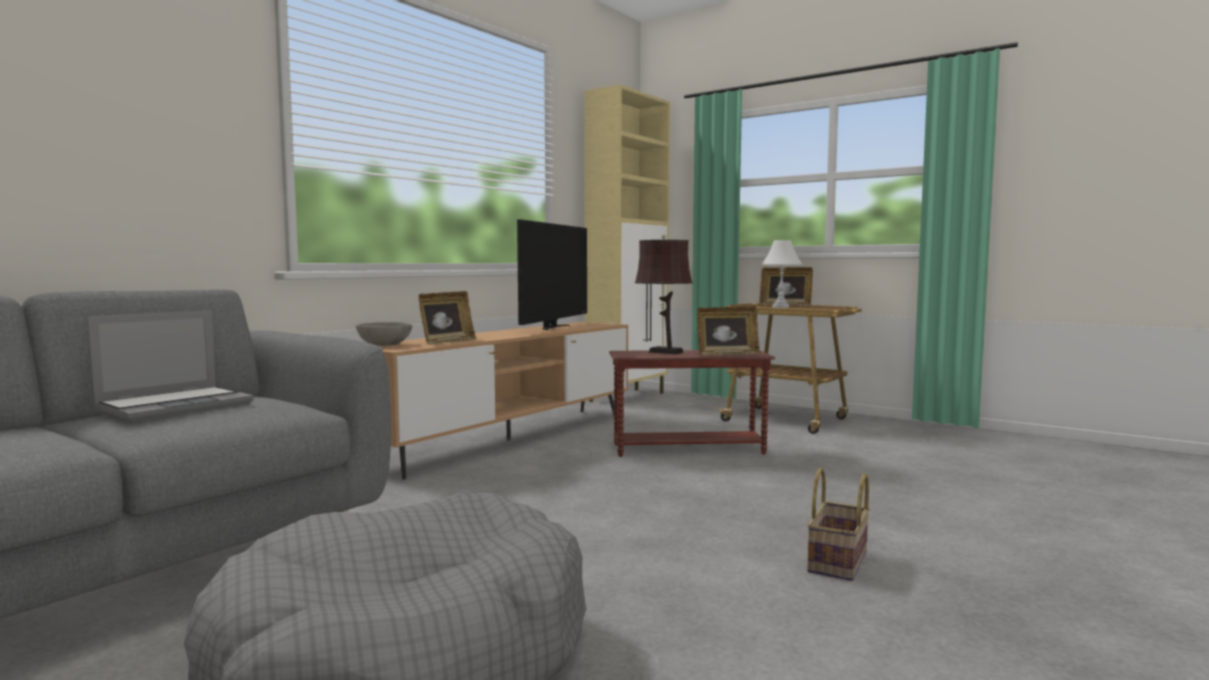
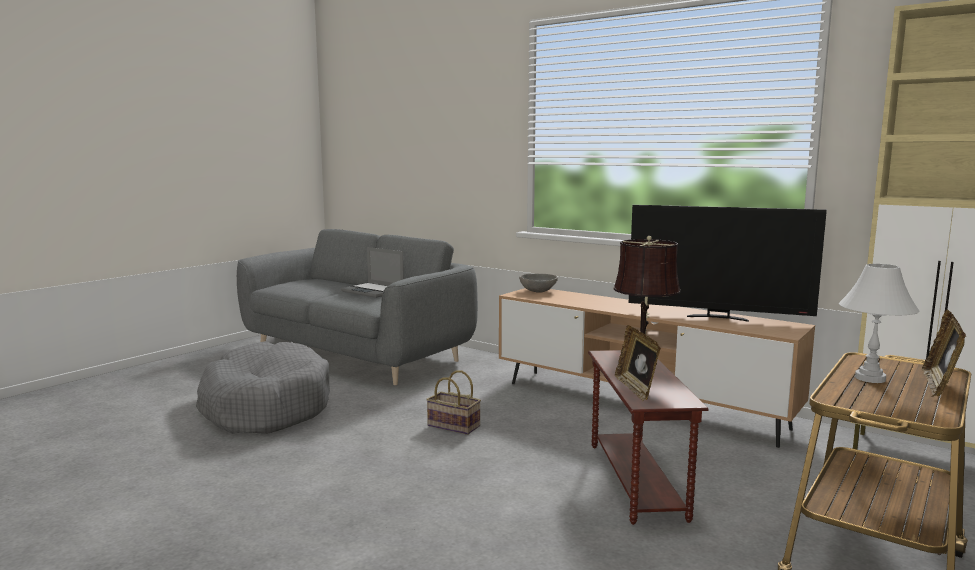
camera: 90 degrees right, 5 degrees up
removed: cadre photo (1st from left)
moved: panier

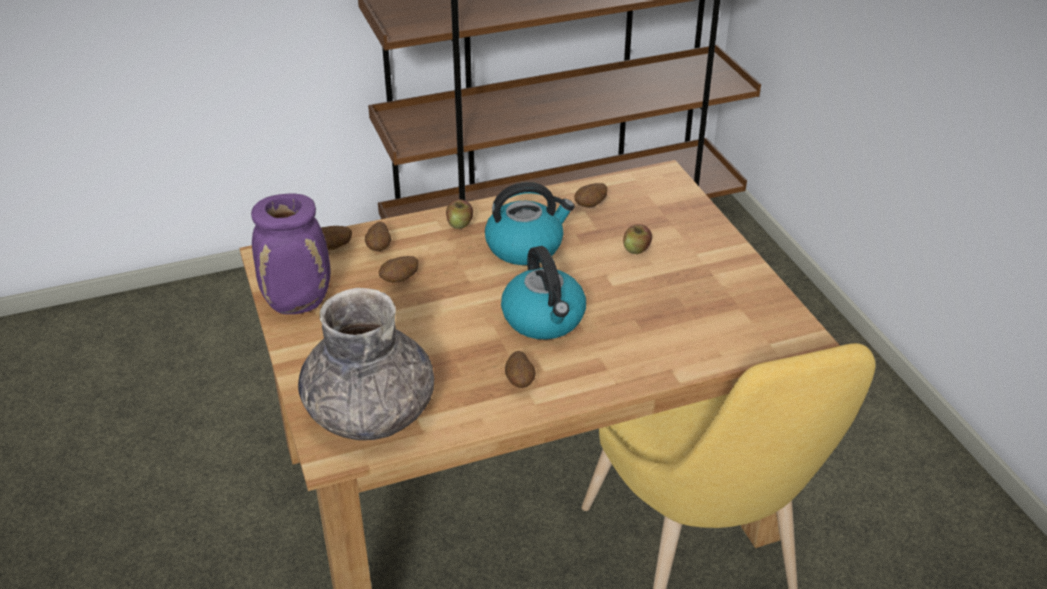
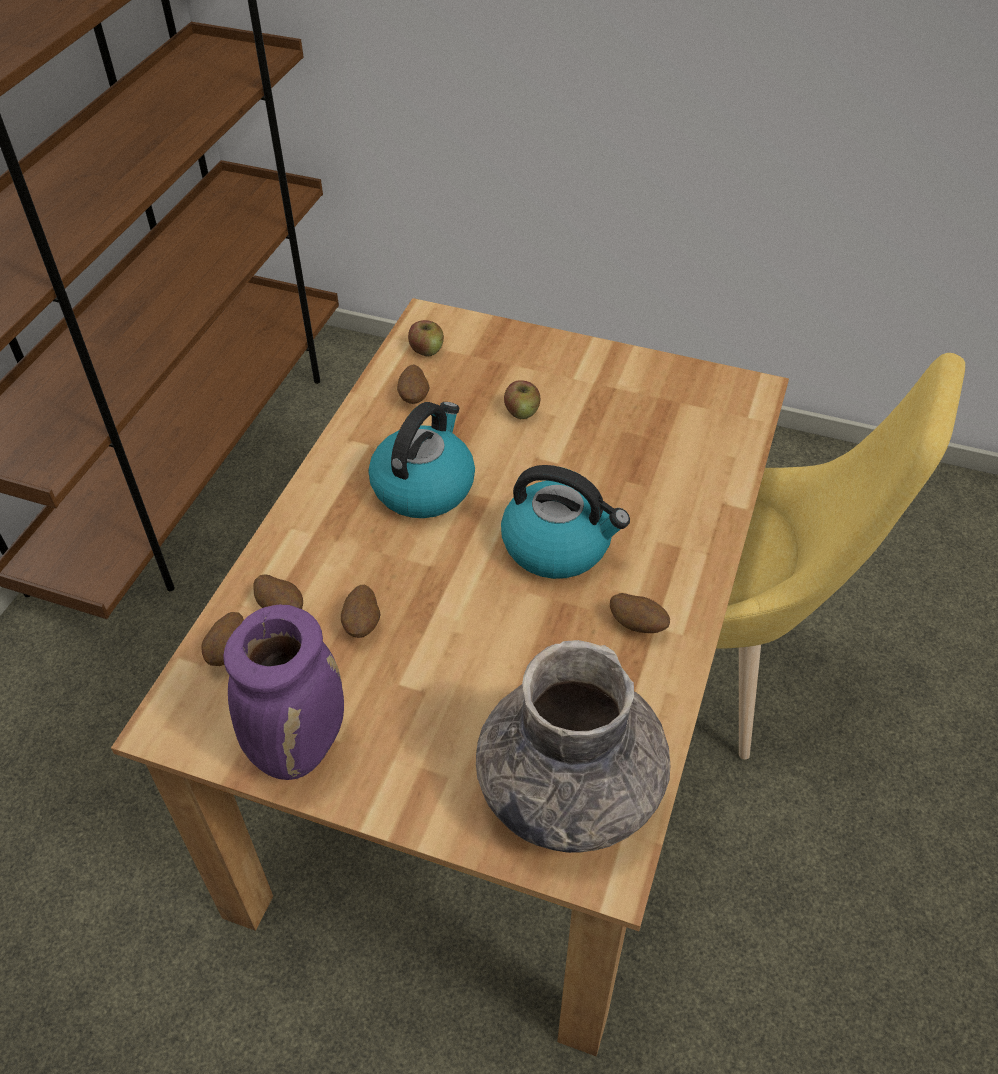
camera: 50 degrees left, 10 degrees up
moved: pomme (1st from left)

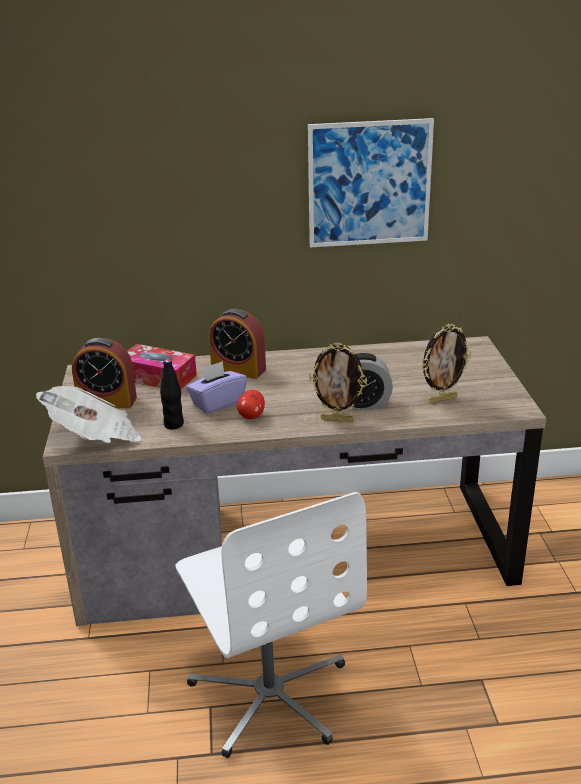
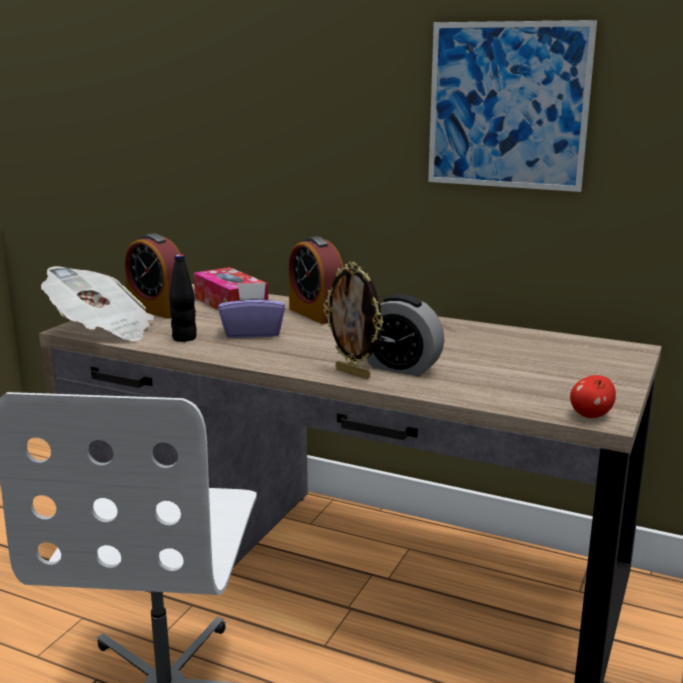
camera: 30 degrees right, 10 degrees down
removed: cadre photo (2nd from left)
moved: pomme

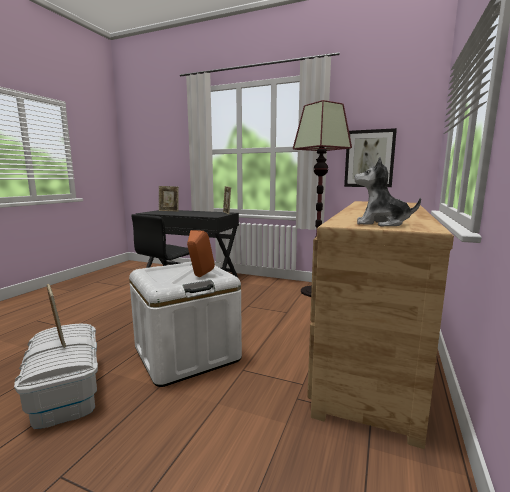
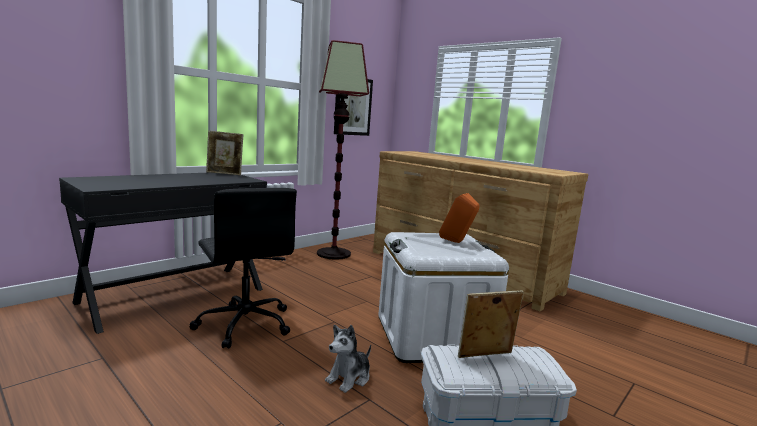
camera: 70 degrees left, 0 degrees up
removed: cadre photo (2nd from left)
moved: peluche

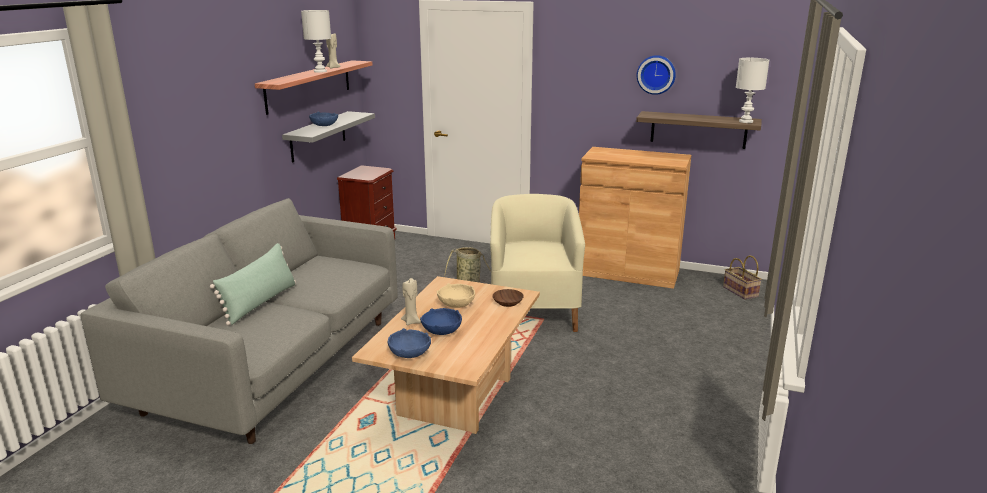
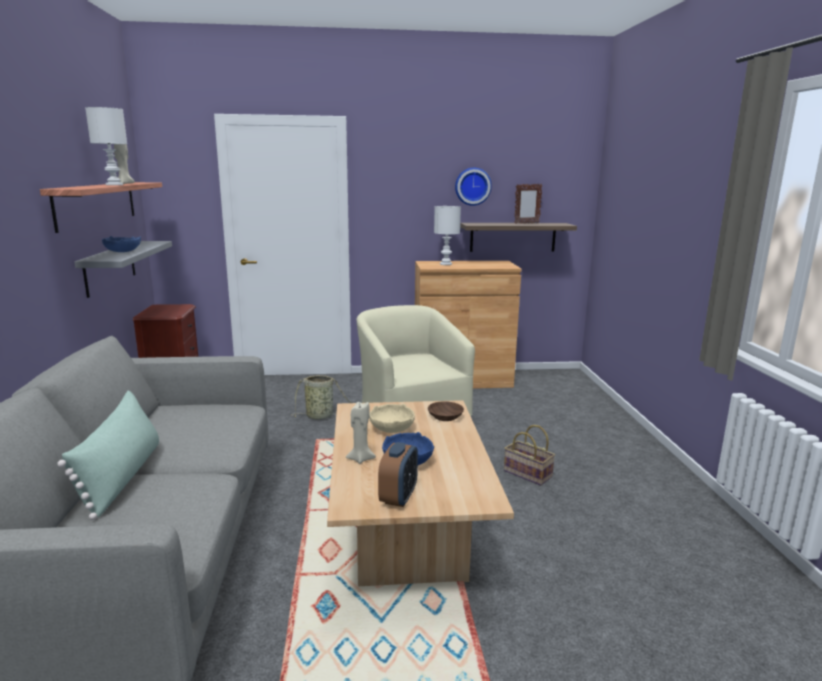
camera: 25 degrees left, 5 degrees down
added: cadre photo
moved: lampe de table/blanc (2nd from left); panier (2nd from left)
replaced: bol/bleu (2nd from left) to réveil

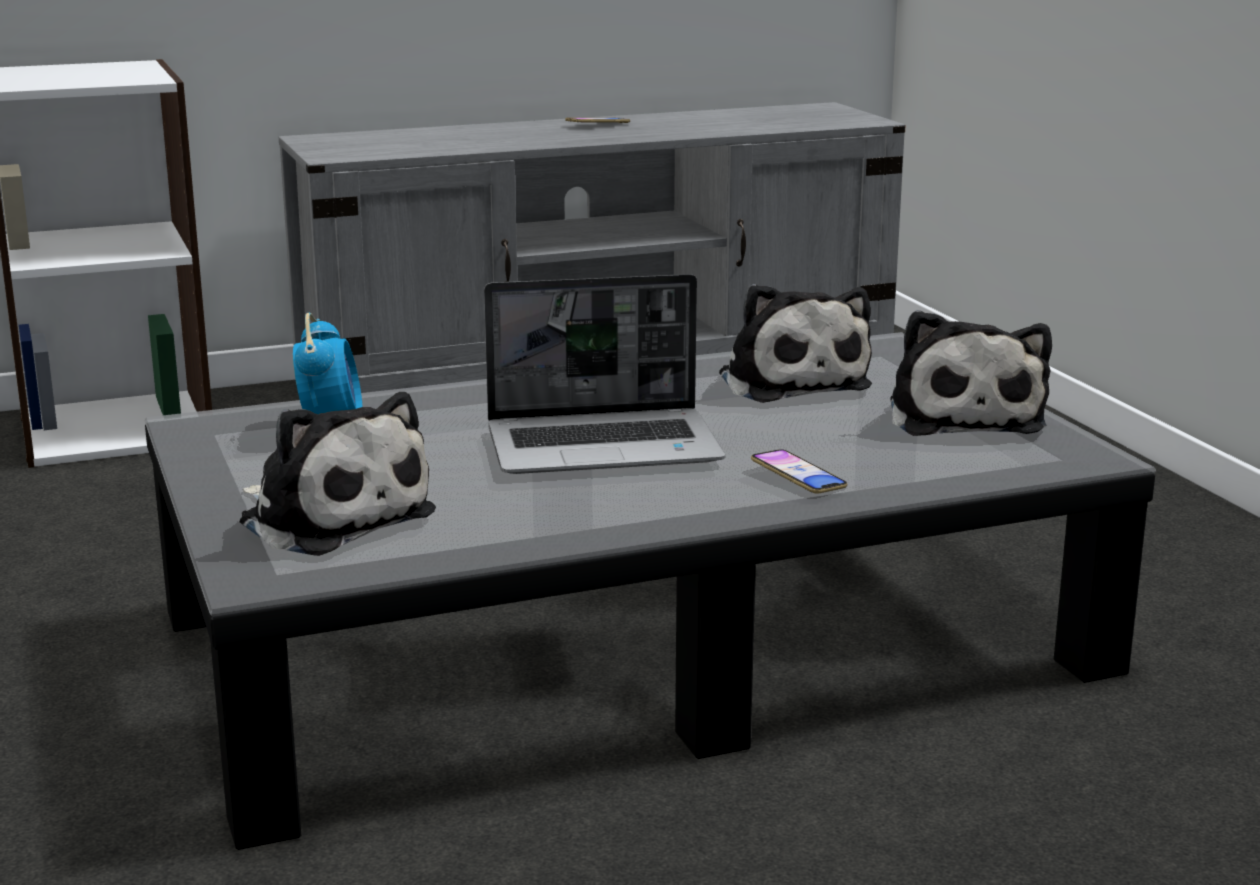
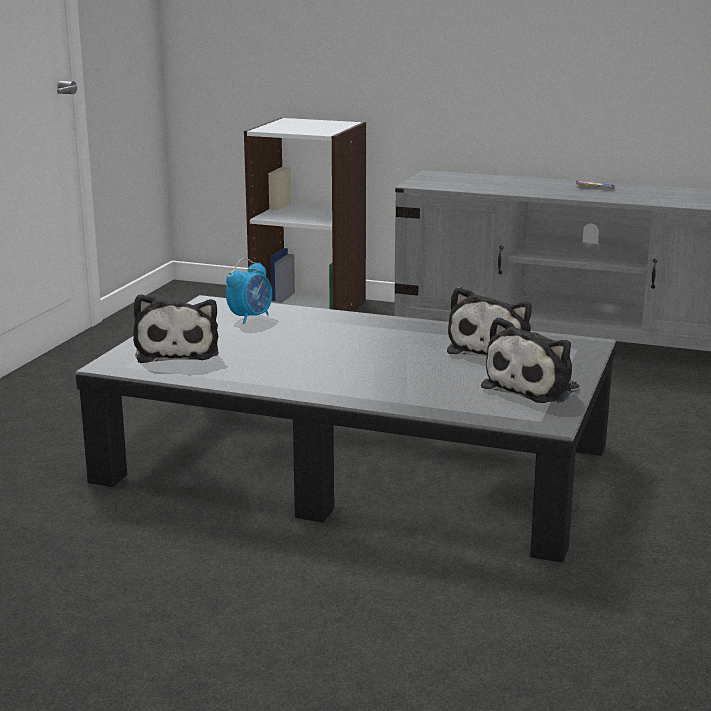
camera: 40 degrees right, 0 degrees up
removed: ordinateur portable; téléphone (2nd from left)

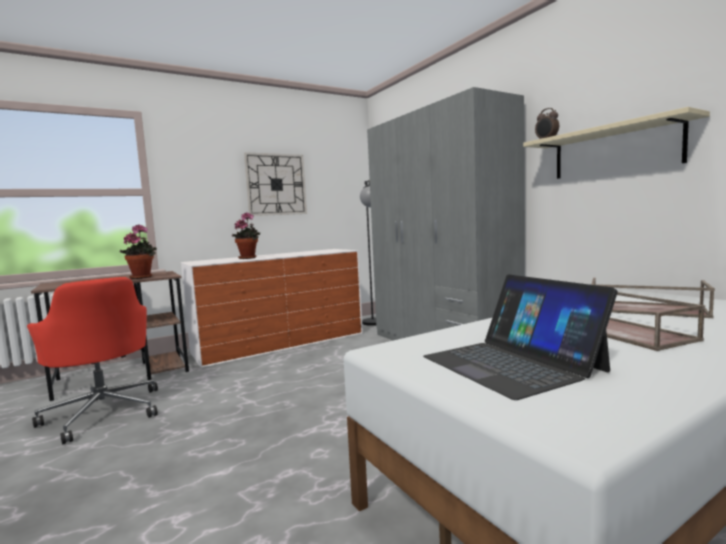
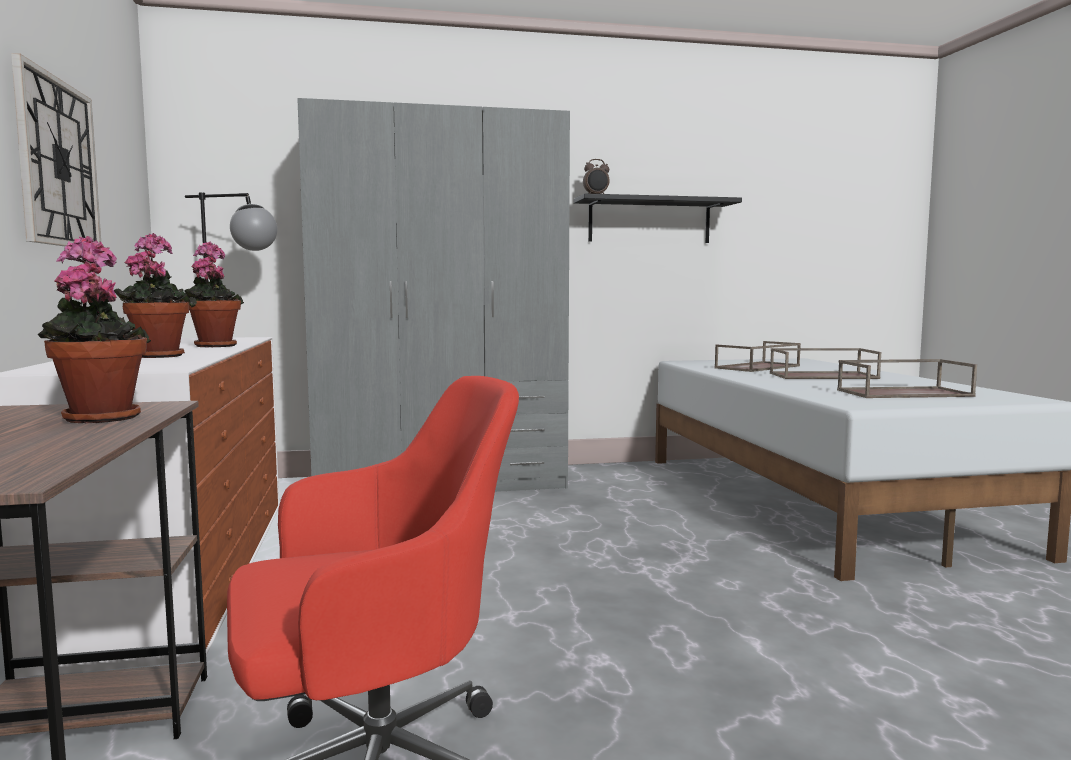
camera: 70 degrees left, 0 degrees up
added: plante en pot (3rd from left)
replaced: ordinateur portable to plateau/marron (3rd from left)
recoloured: étagère/beige to étagère/noir

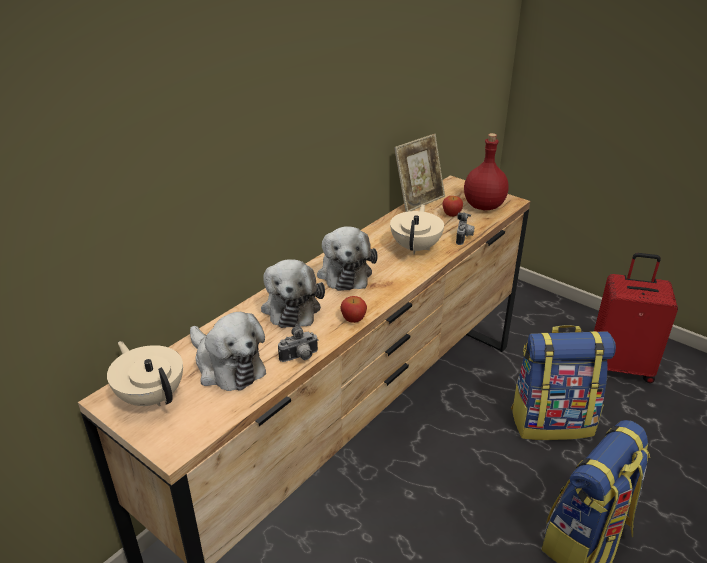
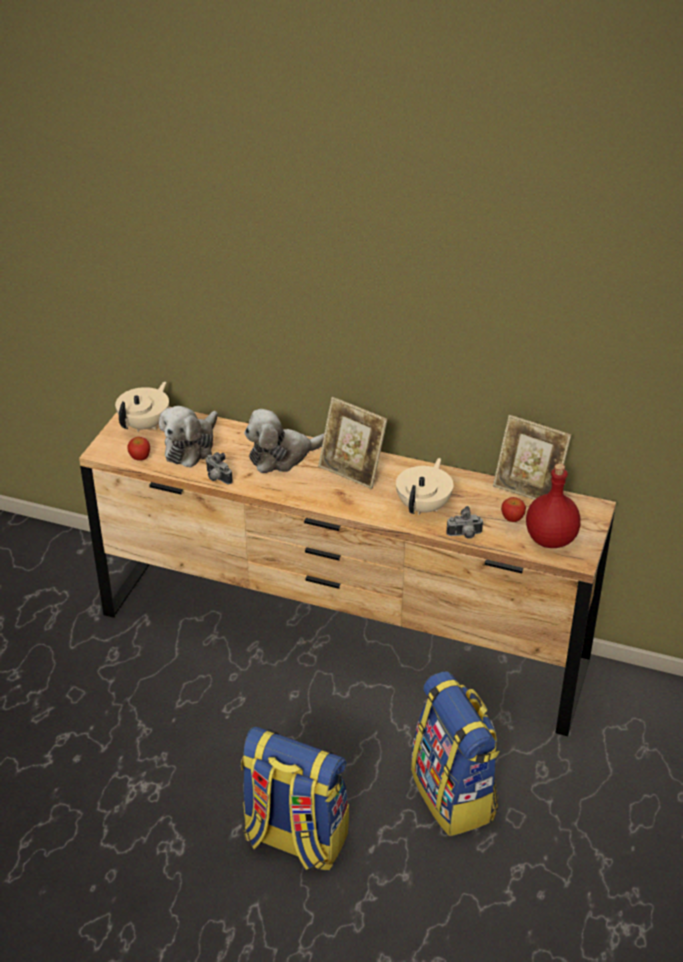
camera: 70 degrees right, 5 degrees up
removed: valise/rouge
moved: pomme (1st from left)
replaced: peluche (3rd from left) to cadre photo (1st from left)
turned: théière/beige (2nd from left) 60 degrees counterclockwise

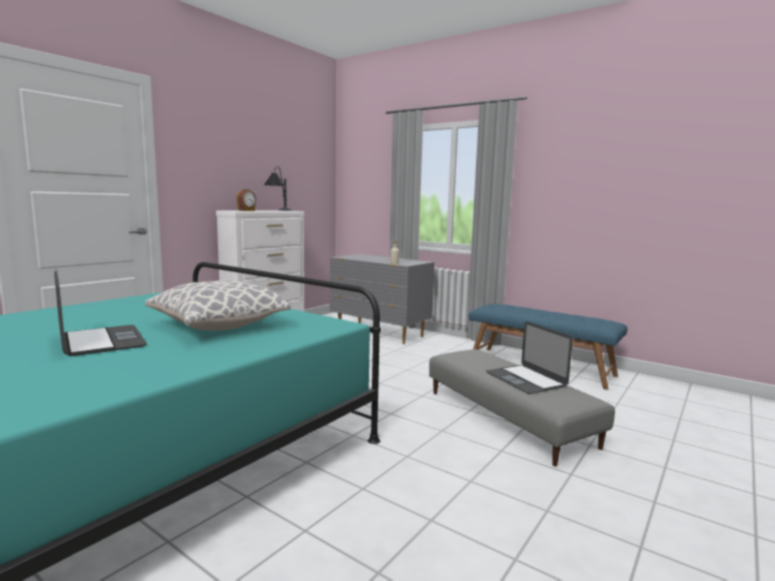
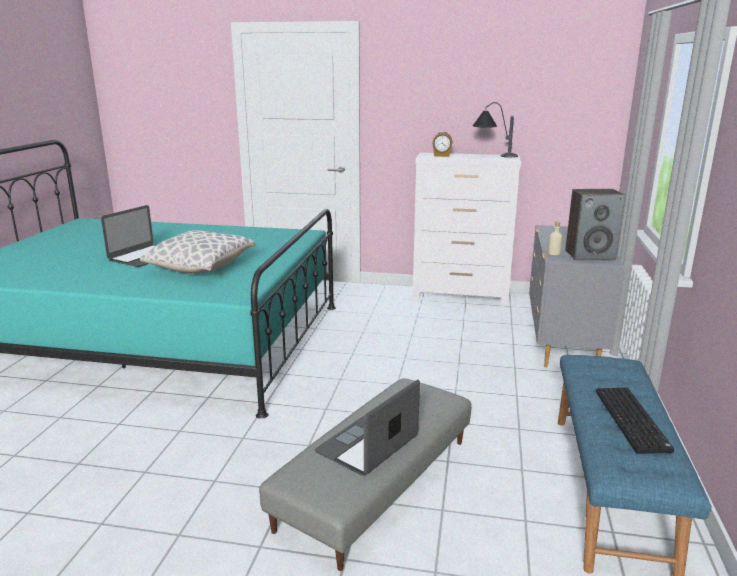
camera: 65 degrees right, 10 degrees up
added: enceinte; clavier

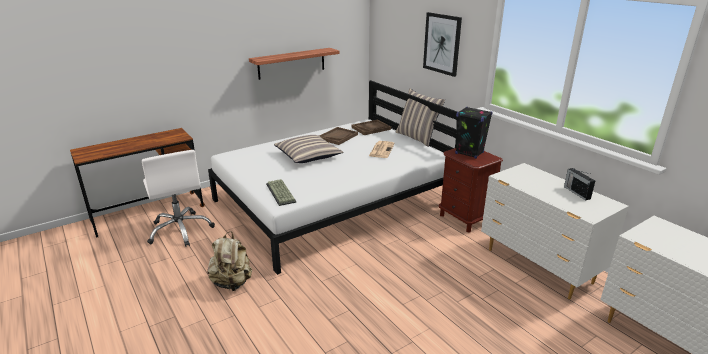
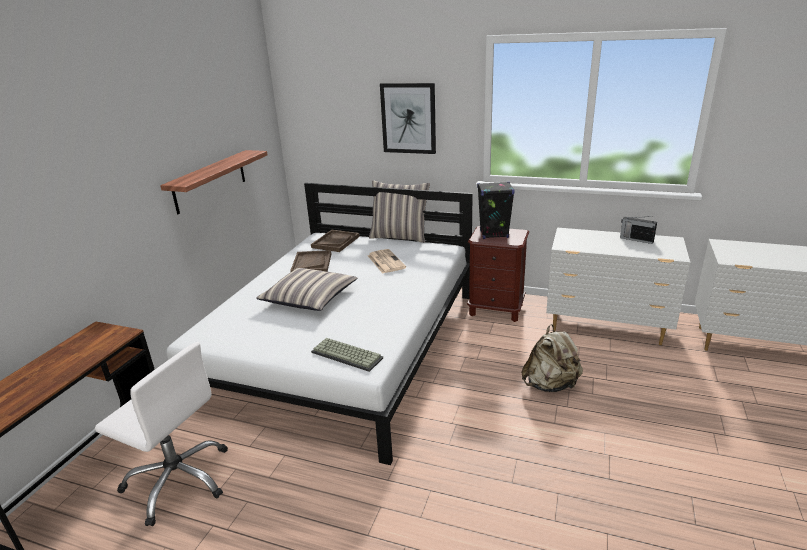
camera: 35 degrees left, 0 degrees up
moved: sac à dos/beige

